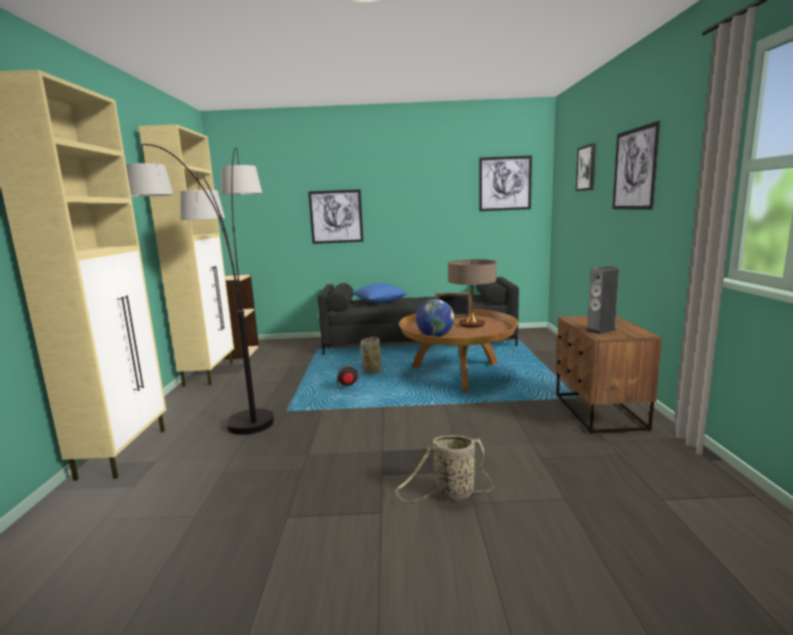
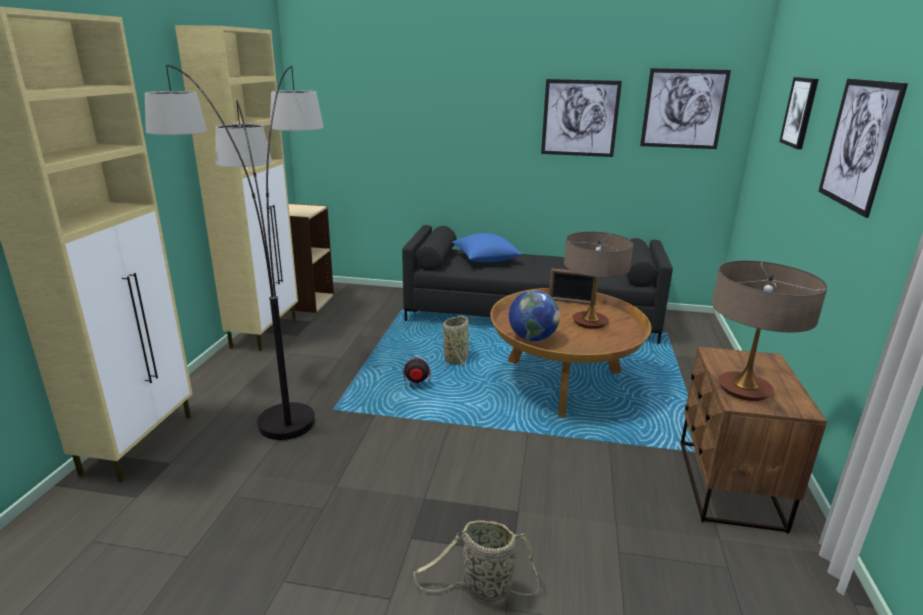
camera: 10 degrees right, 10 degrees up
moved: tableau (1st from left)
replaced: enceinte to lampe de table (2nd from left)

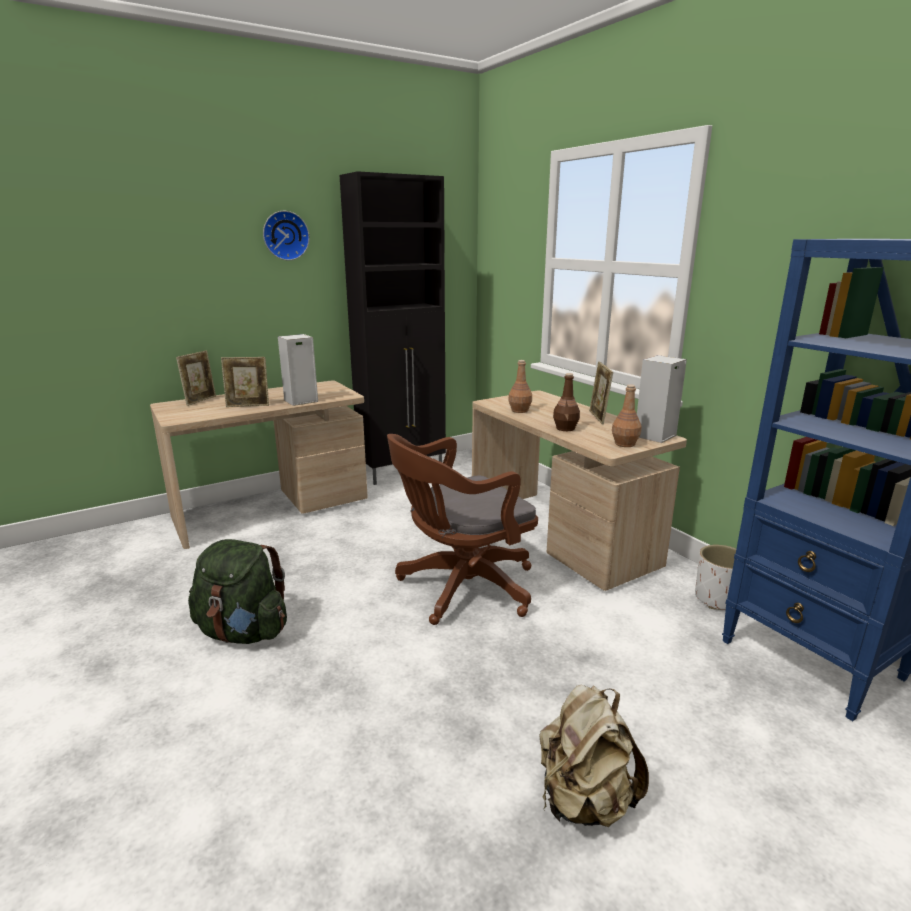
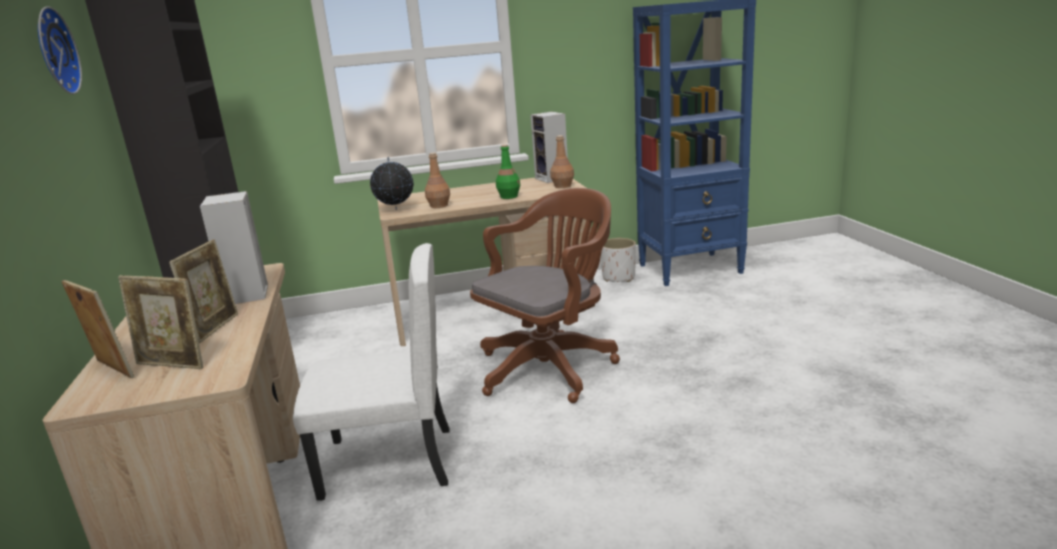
camera: 70 degrees left, 0 degrees up
removed: sac à dos/vert; sac à dos/beige
added: chaise/blanc; globe
moved: cadre photo (3rd from left in the first image) to cadre photo (2nd from left)
recoloured: bouteille/marron (2nd from left) to bouteille/vert
turned: chaise de bureau/marron 120 degrees counterclockwise

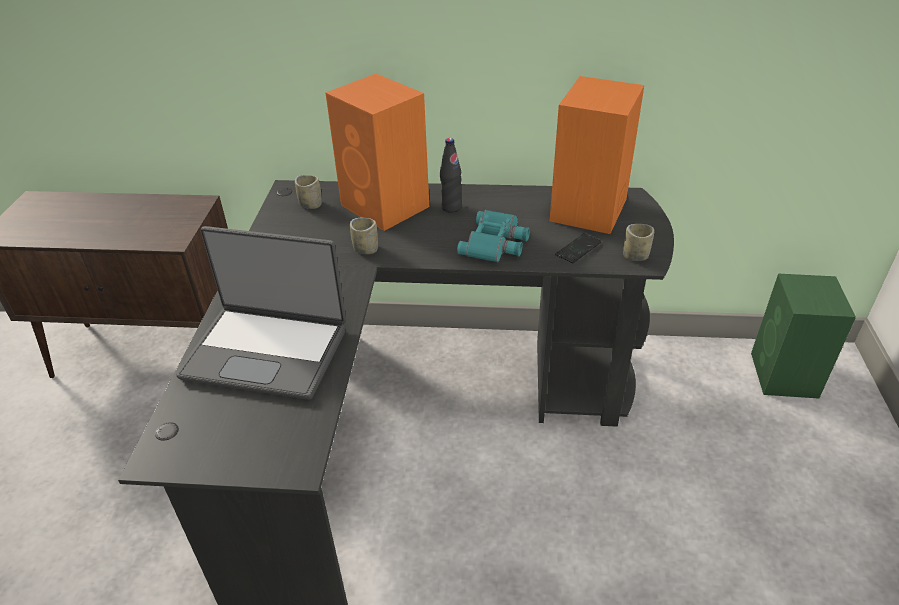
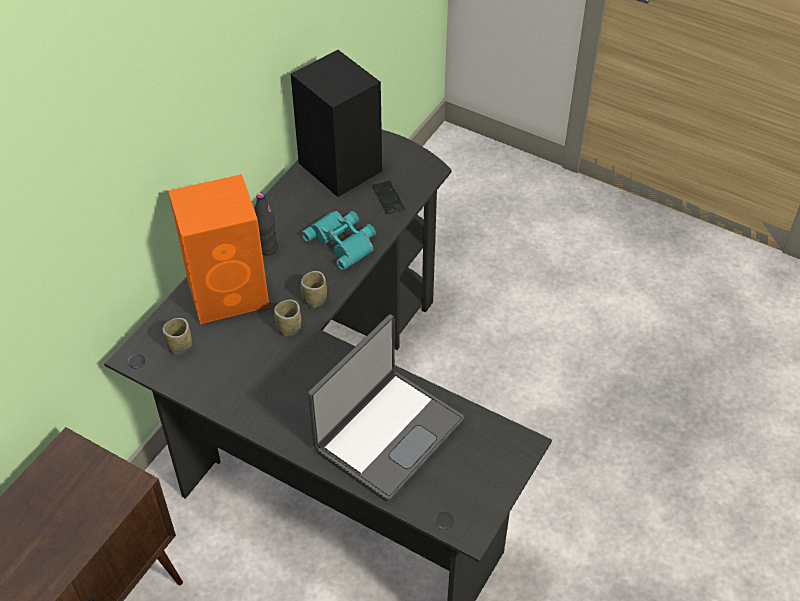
camera: 65 degrees left, 10 degrees up
removed: enceinte/vert
moved: tasse (3rd from left)
recoloured: enceinte/orange (2nd from left) to enceinte/noir

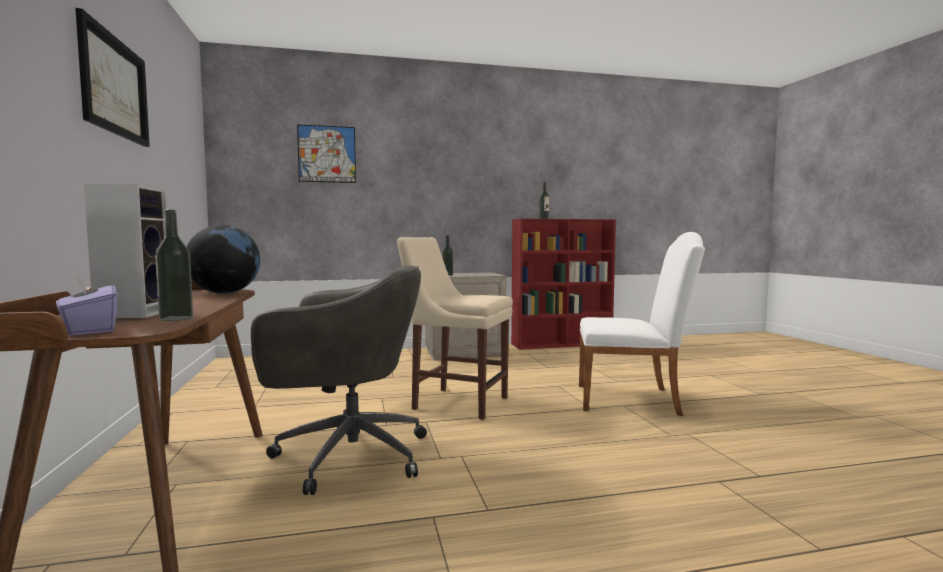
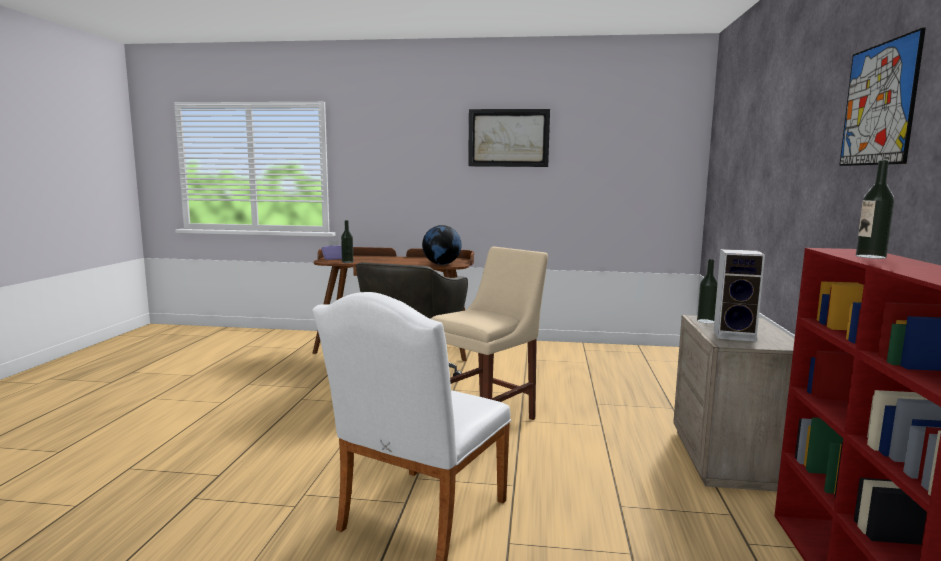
camera: 110 degrees right, 5 degrees up
moved: enceinte; tableau (2nd from left)

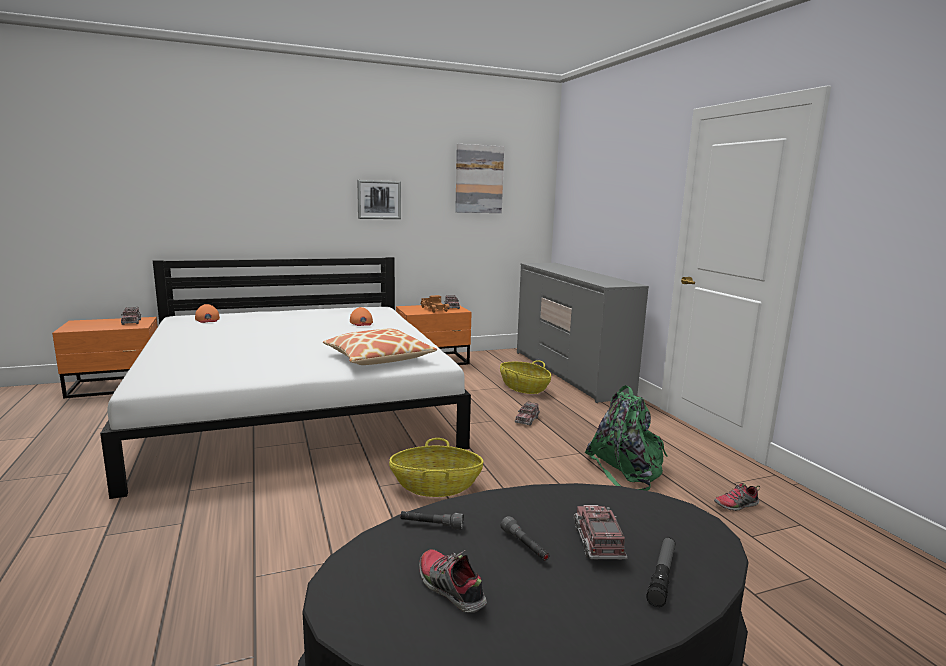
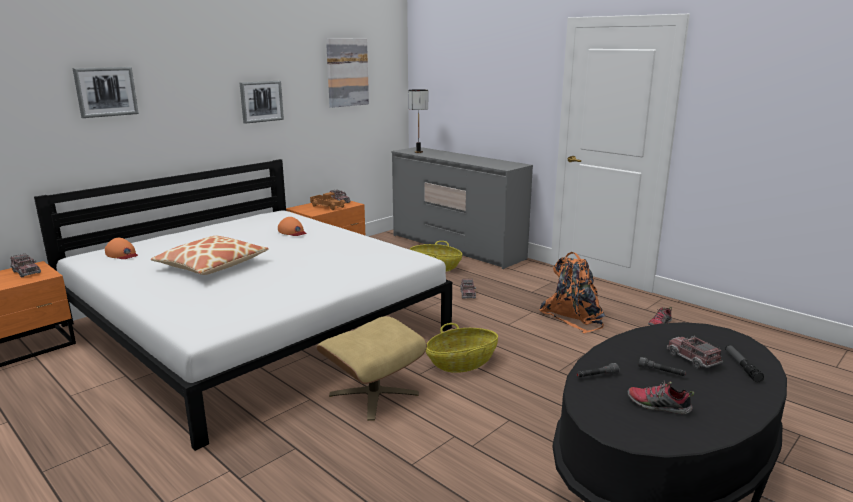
camera: 25 degrees left, 5 degrees up
added: tableau (1st from left); pouf/beige; lampe de table
moved: coussin
recoloured: sac à dos/vert to sac à dos/orange

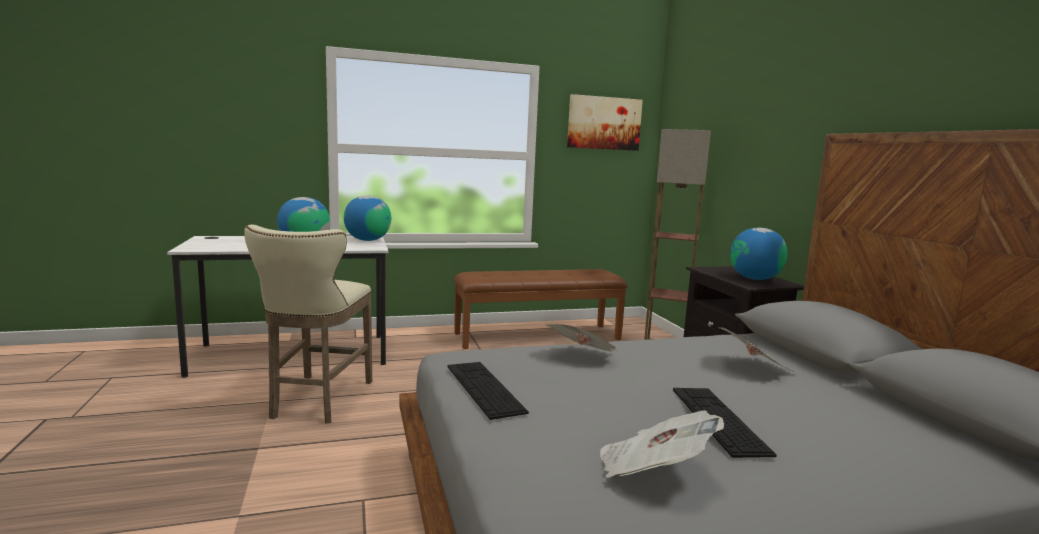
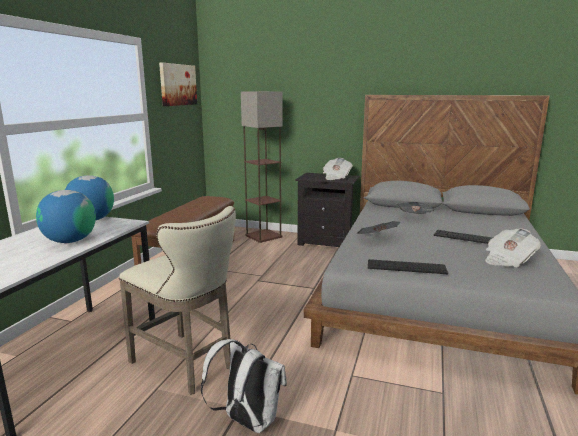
camera: 55 degrees left, 5 degrees up
added: sac à dos/blanc
replaced: globe (3rd from left) to journal (1st from left)

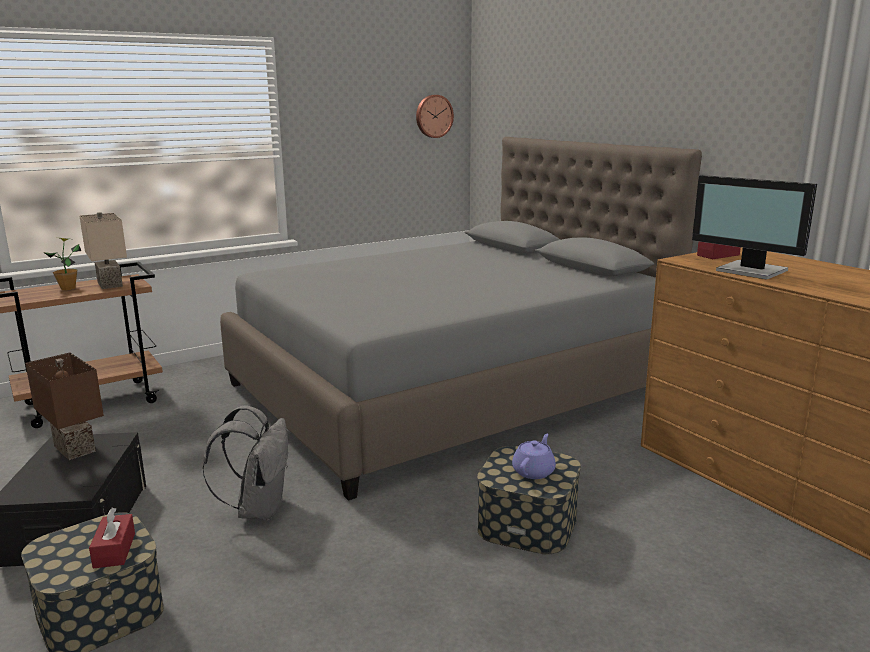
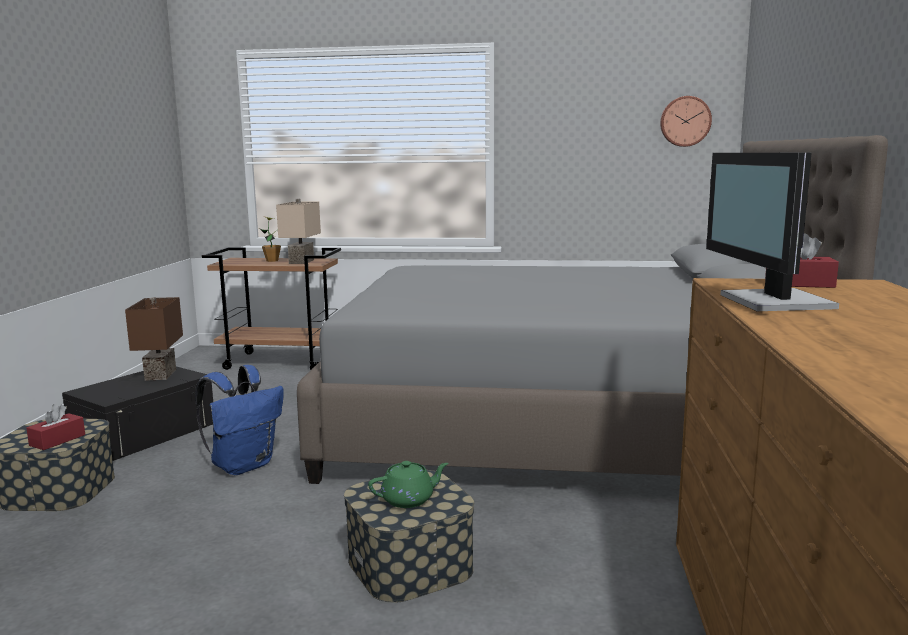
camera: 40 degrees right, 5 degrees down
recoloured: sac à dos/gris to sac à dos/bleu; théière/violet to théière/vert

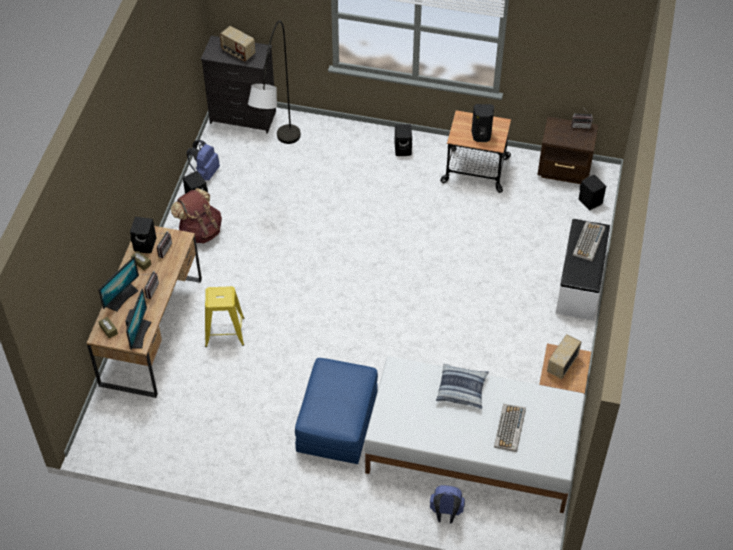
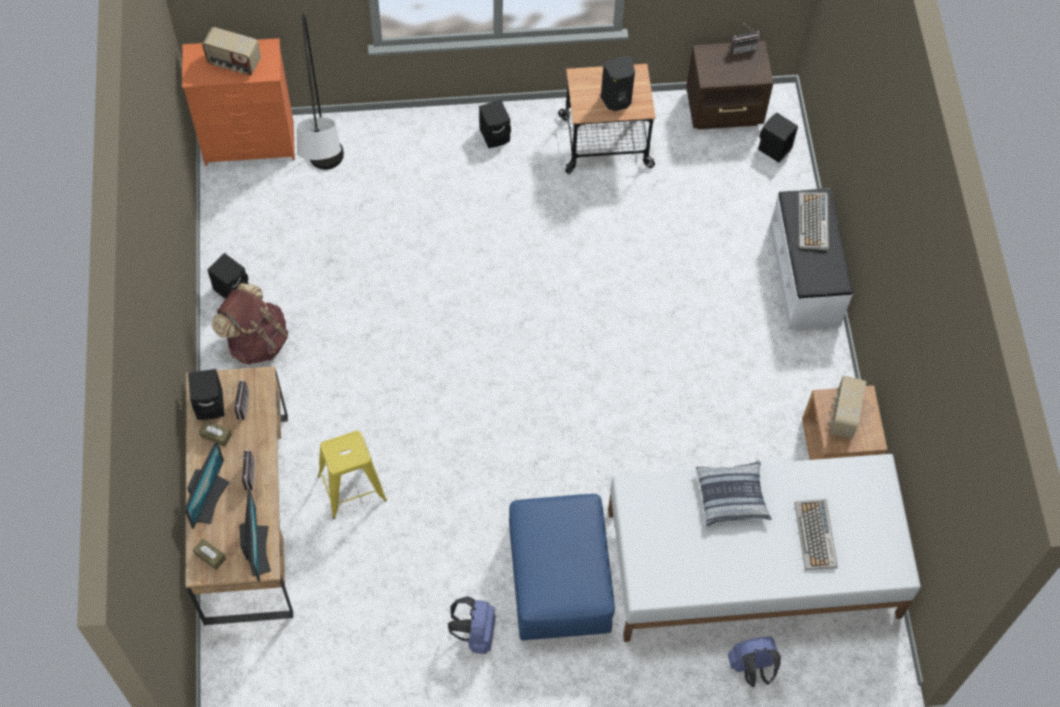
camera: 20 degrees left, 10 degrees up
moved: sac à dos/bleu (1st from left)
recoloured: commode/noir to commode/orange

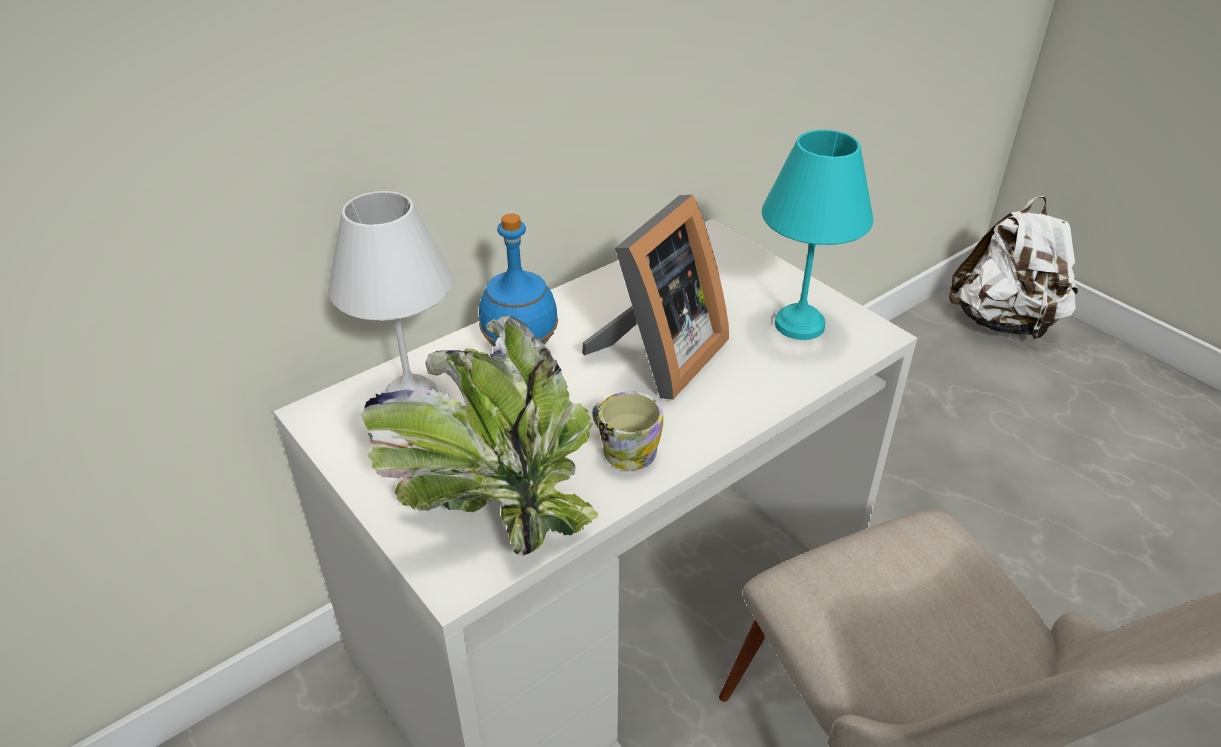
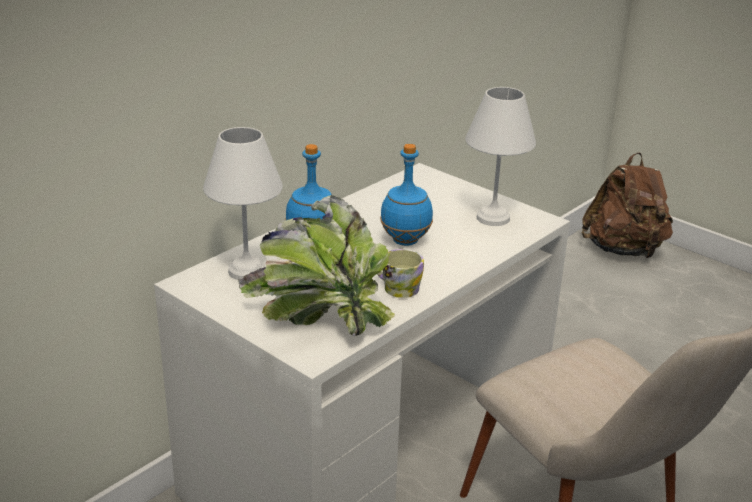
camera: 10 degrees left, 10 degrees down
replaced: cadre photo to bouteille/bleu (2nd from left)
recoloured: lampe de table/turquoise to lampe de table/blanc (2nd from left); sac à dos/blanc to sac à dos/marron

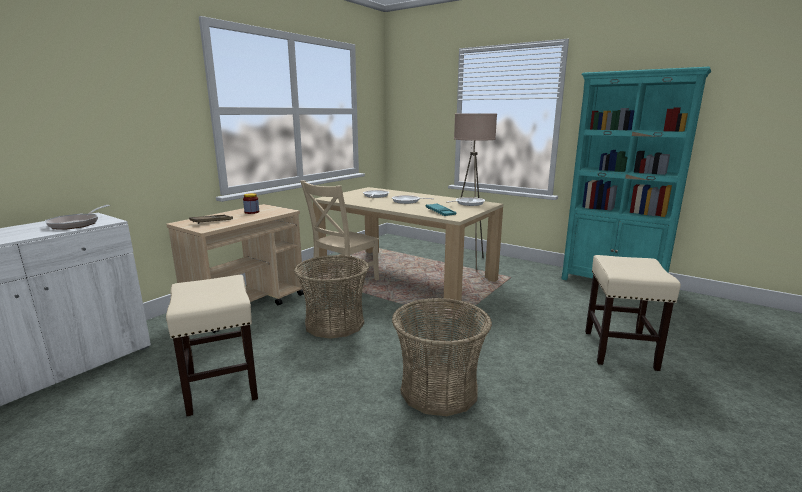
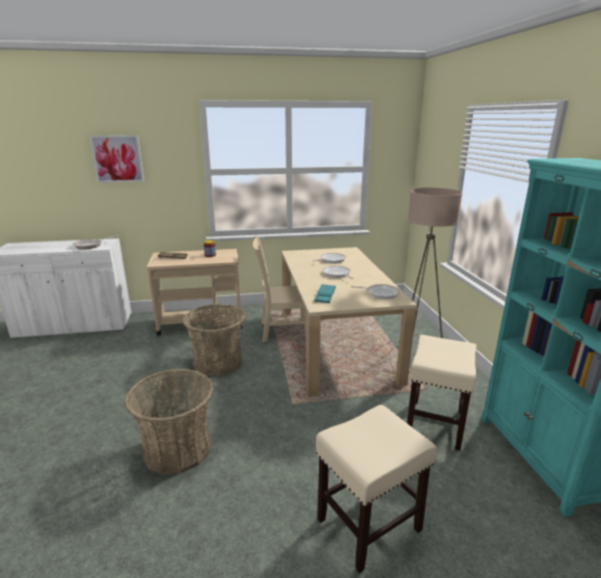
camera: 45 degrees right, 5 degrees up
added: tableau
moved: tabouret/beige (1st from left in the first image) to tabouret/beige (2nd from left)

